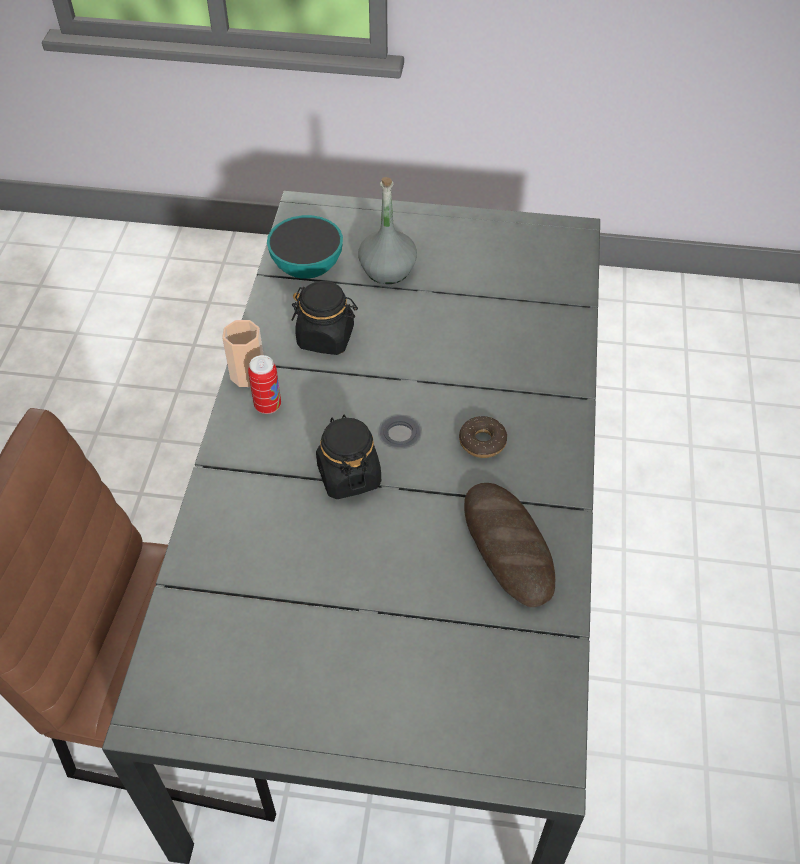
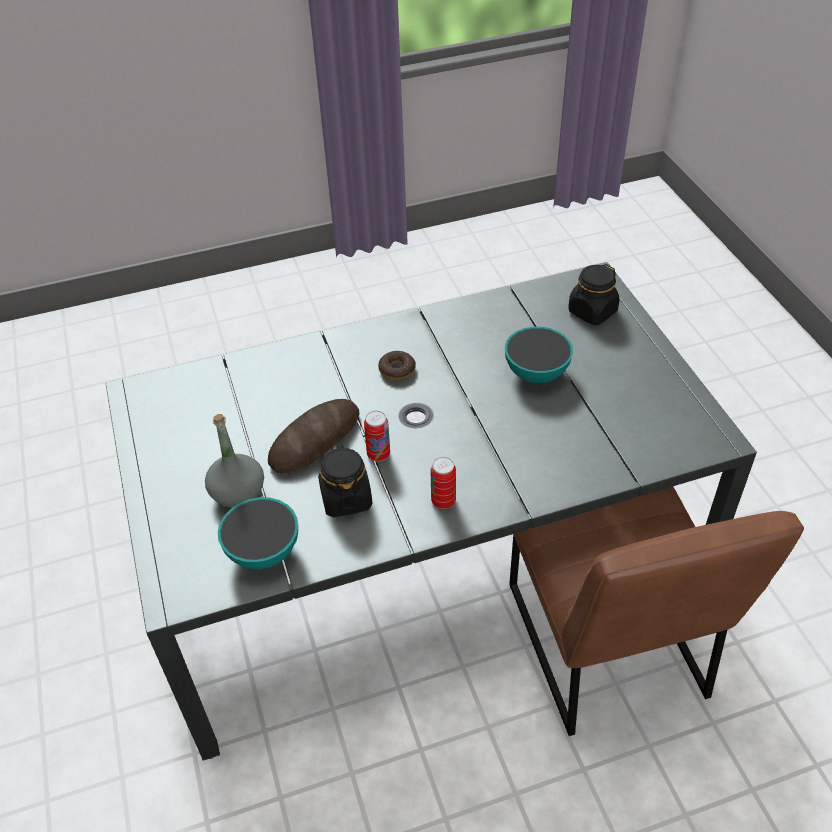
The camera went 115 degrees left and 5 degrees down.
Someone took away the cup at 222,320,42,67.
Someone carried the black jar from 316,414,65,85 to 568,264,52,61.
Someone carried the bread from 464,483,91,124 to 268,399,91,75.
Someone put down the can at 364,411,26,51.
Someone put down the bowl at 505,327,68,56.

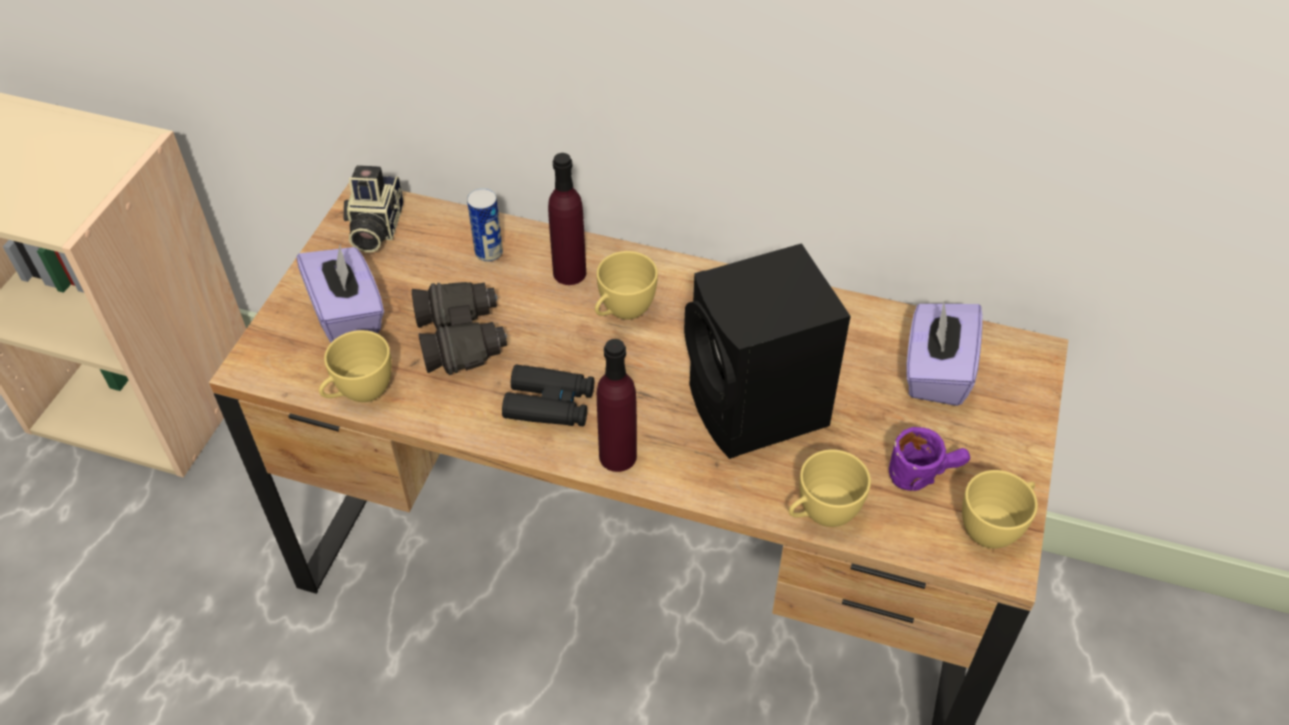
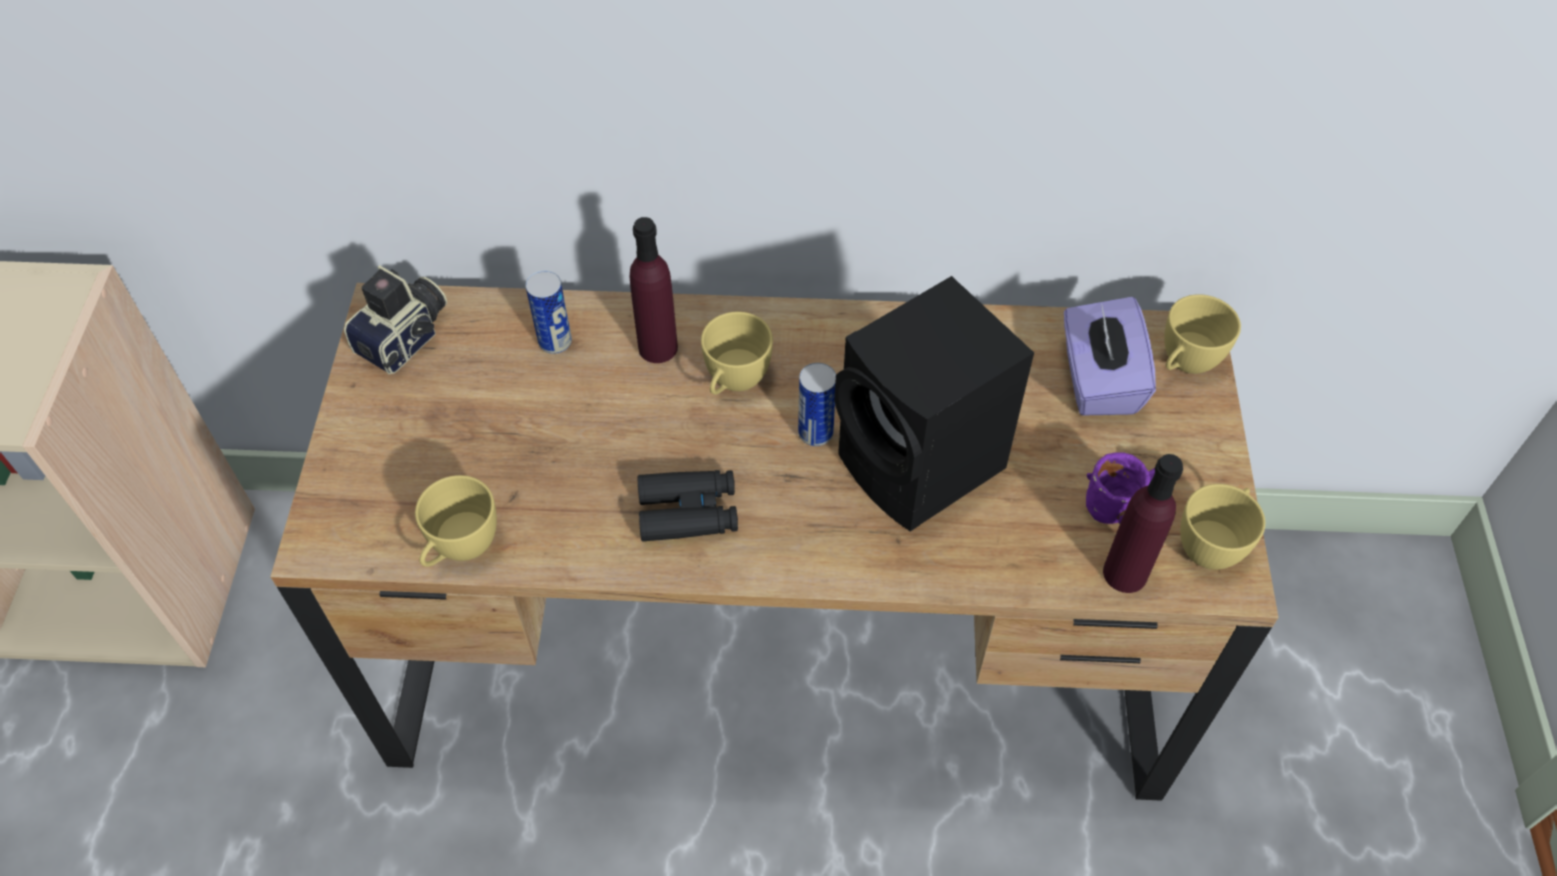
The camera went 15 degrees left and 5 degrees up.
Someone took away the purple tissue box at 297,245,87,97.
Someone rotated the photo camera at 343,165,60,88 by 135 degrees counterclockwise.
Someone took away the black binoculars at 412,282,95,93.
Someone carried the purple bottle from 597,339,40,133 to 1103,454,80,139.
Someone carried the yellow cup from 789,449,82,78 to 1164,294,77,80.
Someone put down the can at 798,363,38,83.

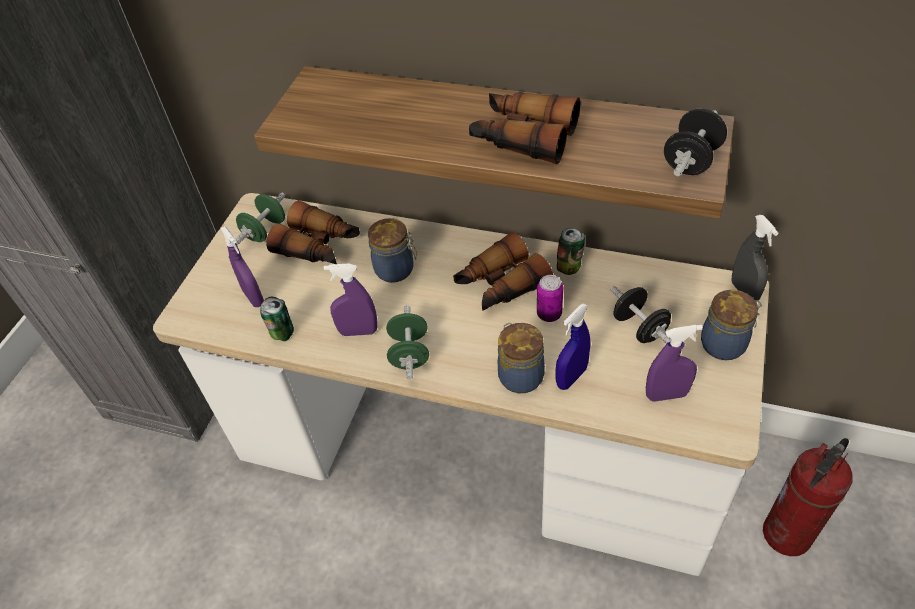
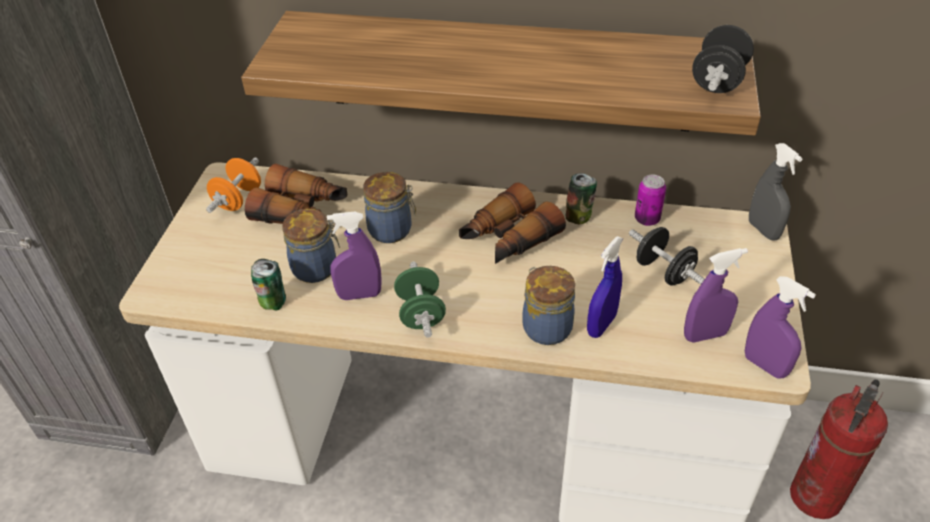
The camera went 10 degrees left and 5 degrees down.
Someone carried the purple spray bottle from 220,226,44,81 to 745,276,71,102.
Someone repainted the green dumbbell at 235,193,50,52, which became the orange dumbbell at 206,157,55,56.
Someone took away the binoculars at 469,92,111,72.
Someone carried the can from 537,275,26,47 to 635,174,31,52.
Someone carried the jar from 701,290,61,70 to 282,209,58,74.

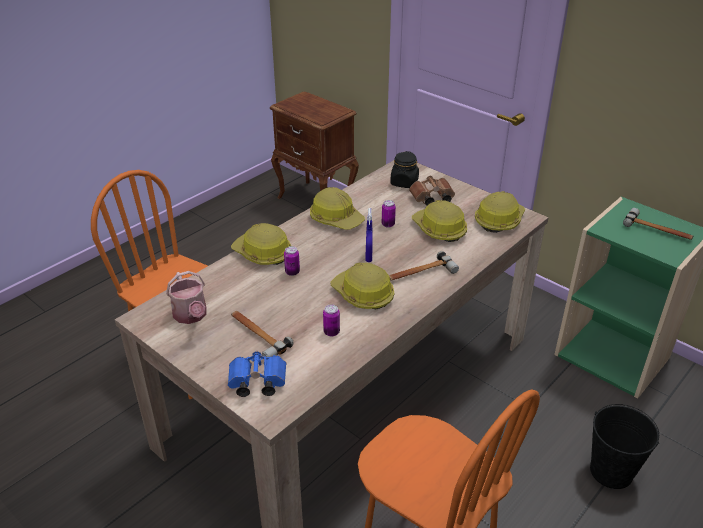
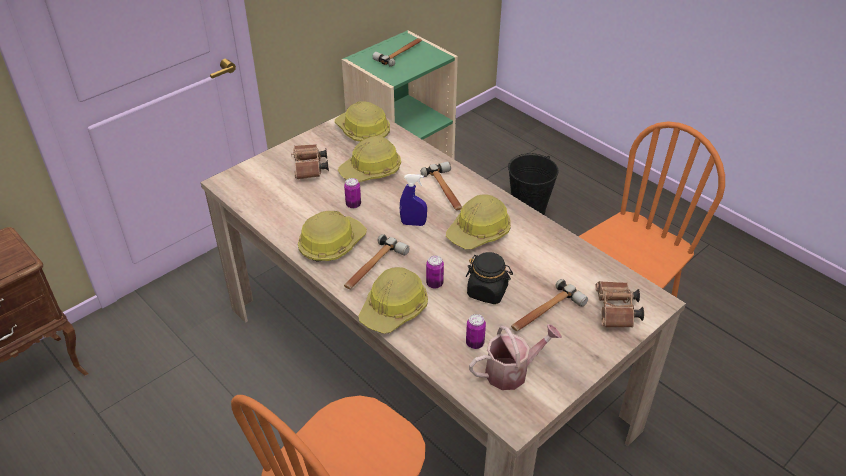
The camera went 85 degrees left and 5 degrees up.
Someone repainted the blue binoculars at 228,351,58,46, which became the brown binoculars at 595,281,49,47.
Someone carried the can from 323,304,17,33 to 466,314,20,35.
Someone carried the black jar from 390,151,29,37 to 466,252,47,52.
Someone put down the hammer at 344,234,66,55.

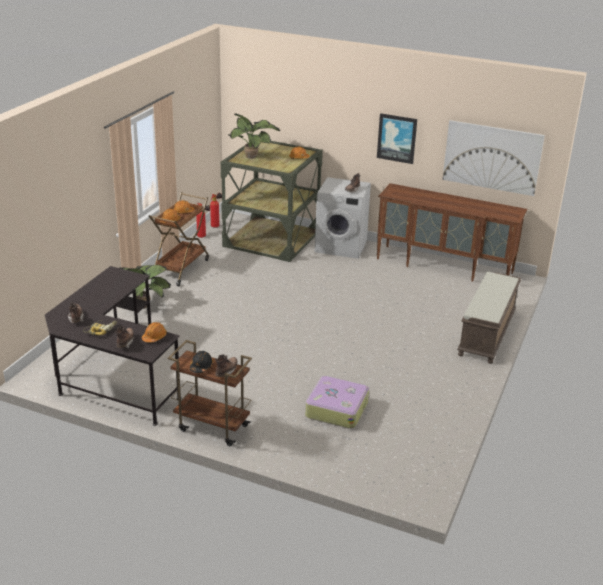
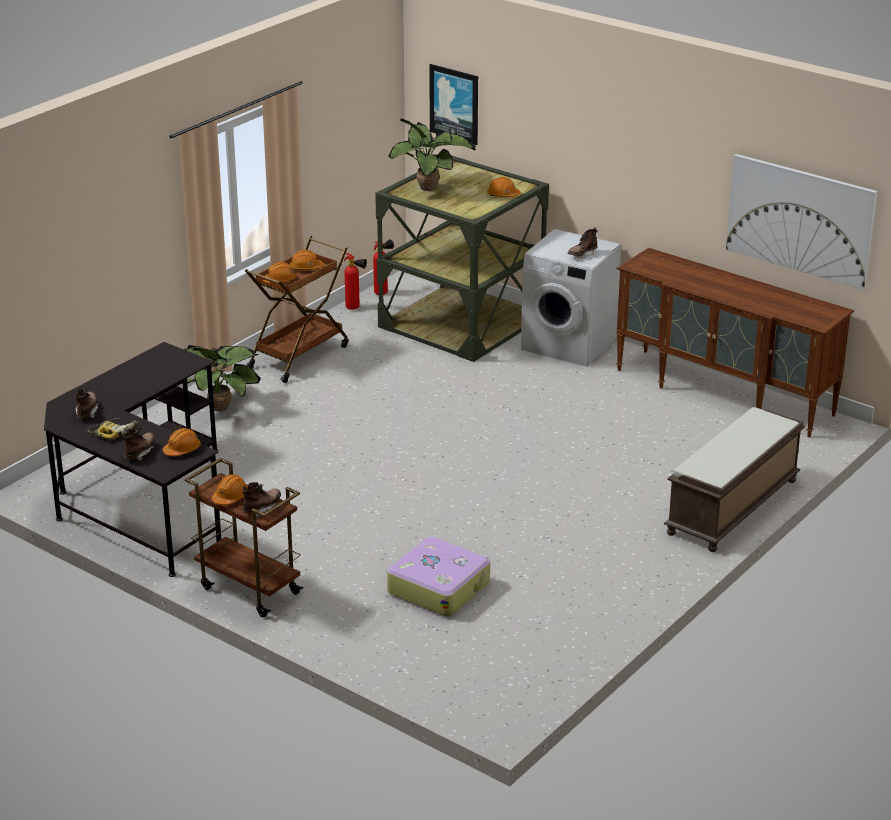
The camera went 15 degrees right and 0 degrees up.
Someone repainted the black hard hat at 190,351,23,22, which became the orange hard hat at 212,474,36,31.
Someone carried the picture from 377,113,40,51 to 429,64,49,81.

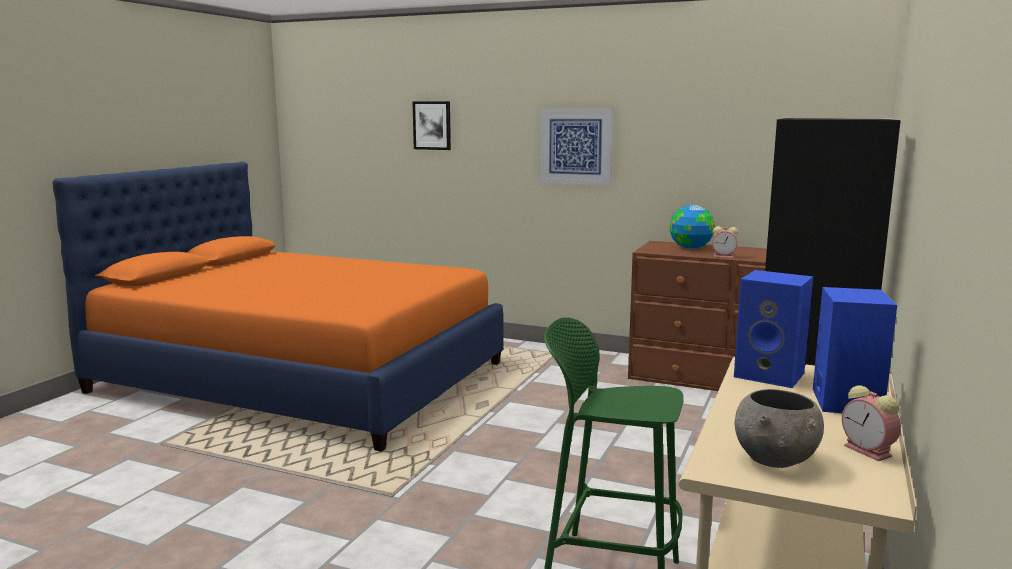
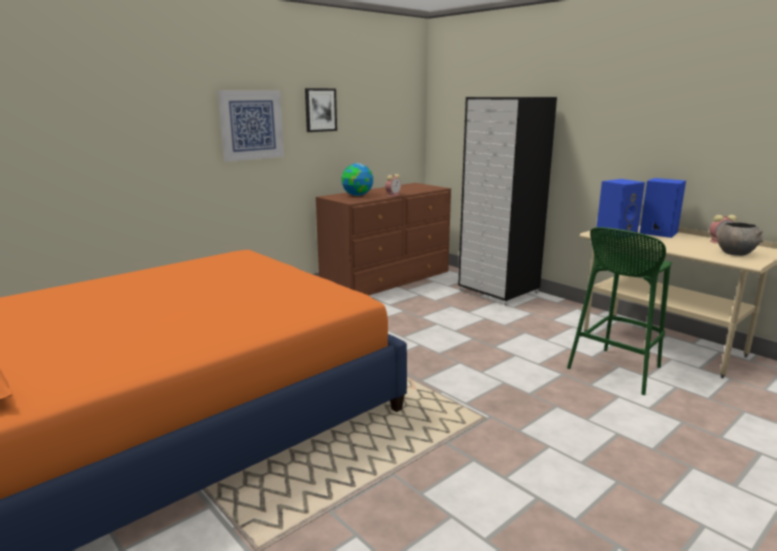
The camera went 65 degrees left and 5 degrees up.
Someone carried the picture from 412,101,39,49 to 305,88,32,44.

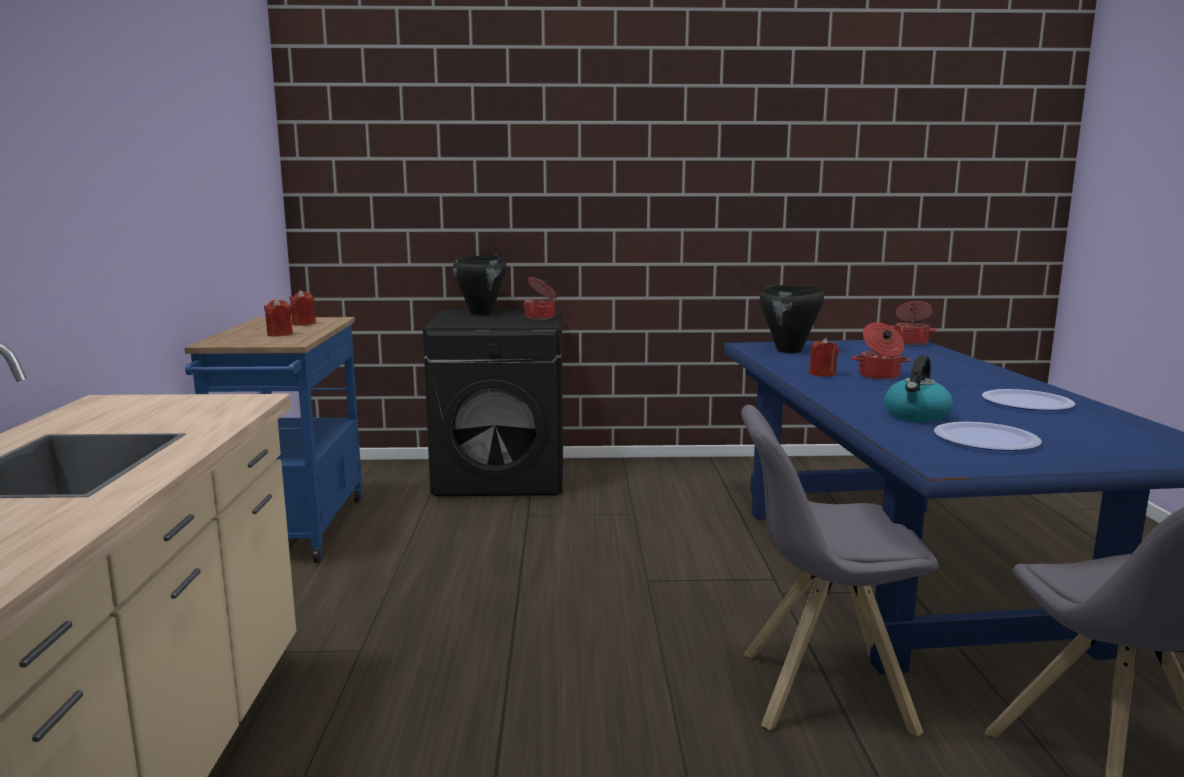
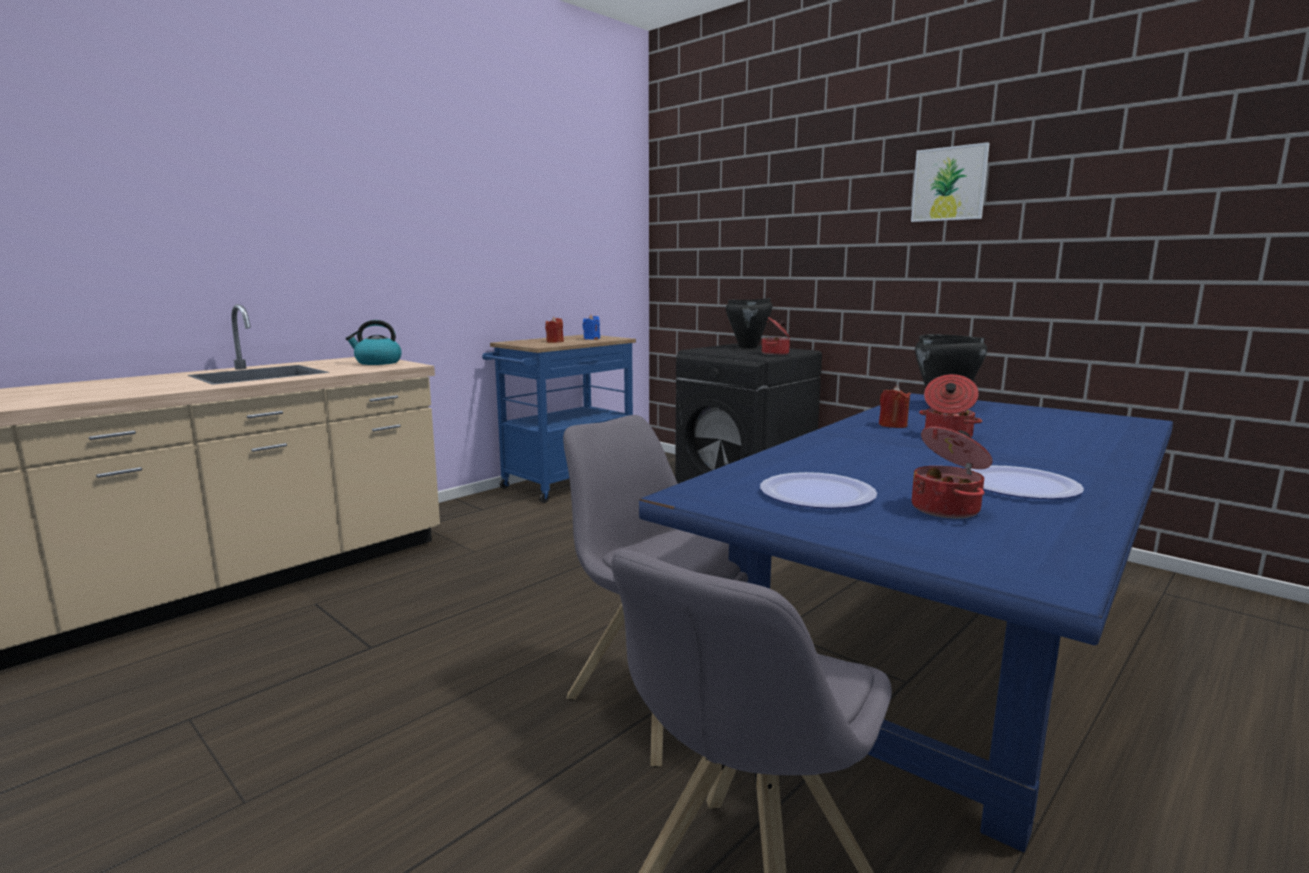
The camera went 45 degrees right and 0 degrees up.
Someone repainted the red candle at 289,290,27,36, which became the blue candle at 582,315,18,24.
Someone carried the kettle from 884,355,69,67 to 346,320,56,45.
Someone carried the cooking pot from 890,301,47,44 to 912,426,81,93.
Someone put up the picture at 911,142,79,80.

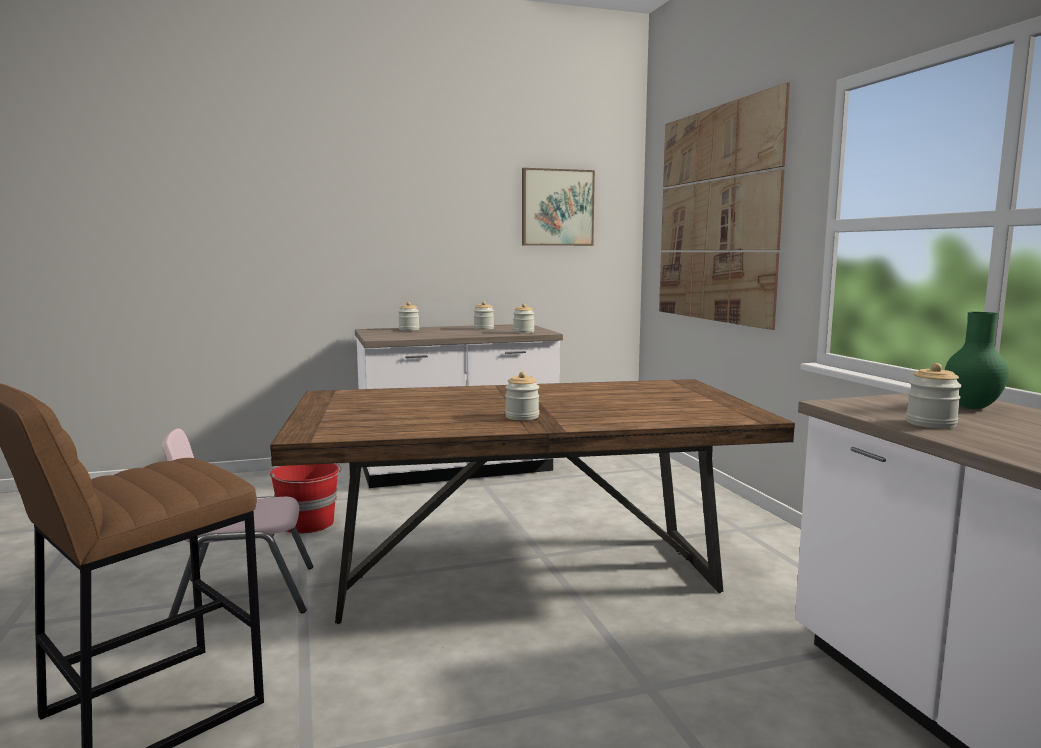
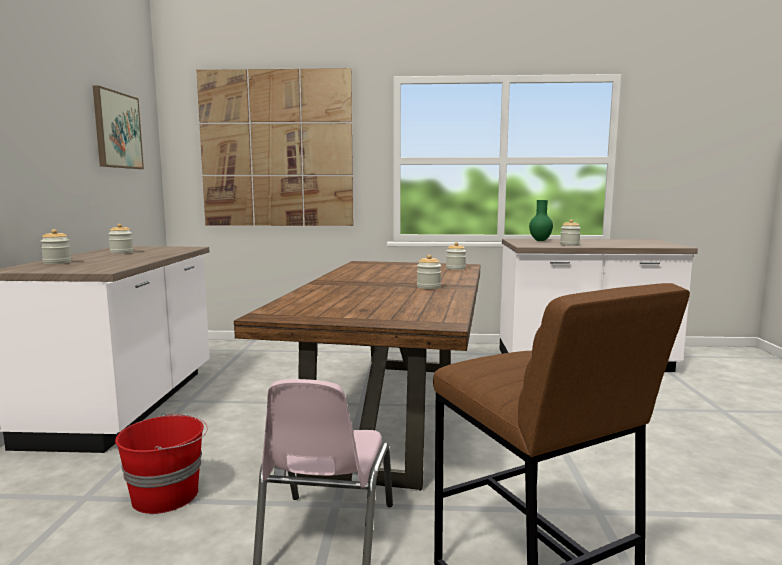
The camera went 70 degrees left and 0 degrees up.
Someone carried the jar from 513,303,21,30 to 446,242,20,28.

